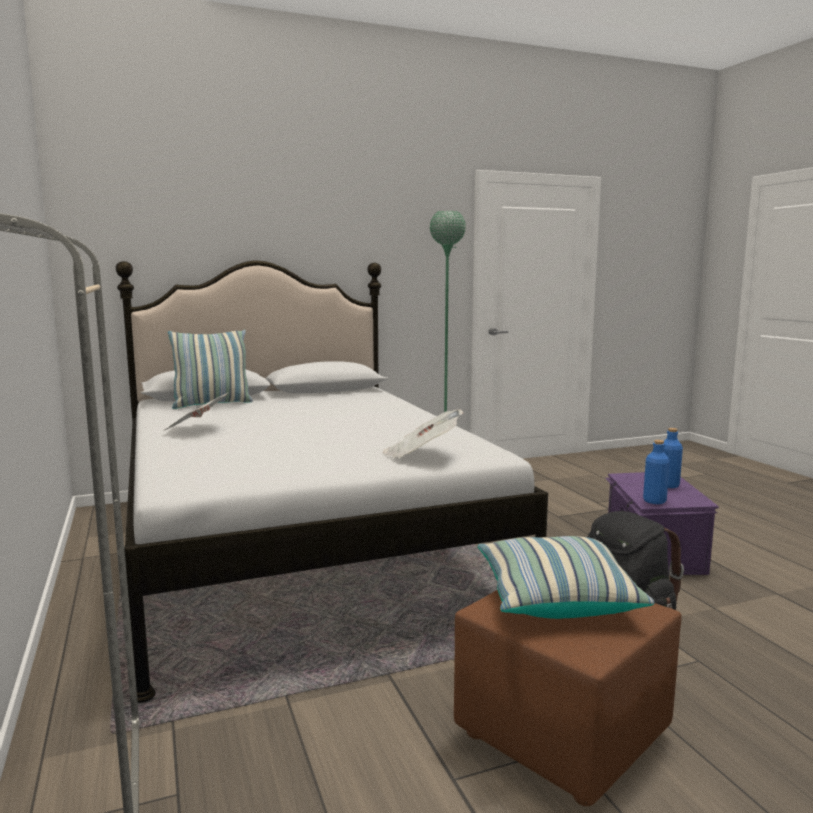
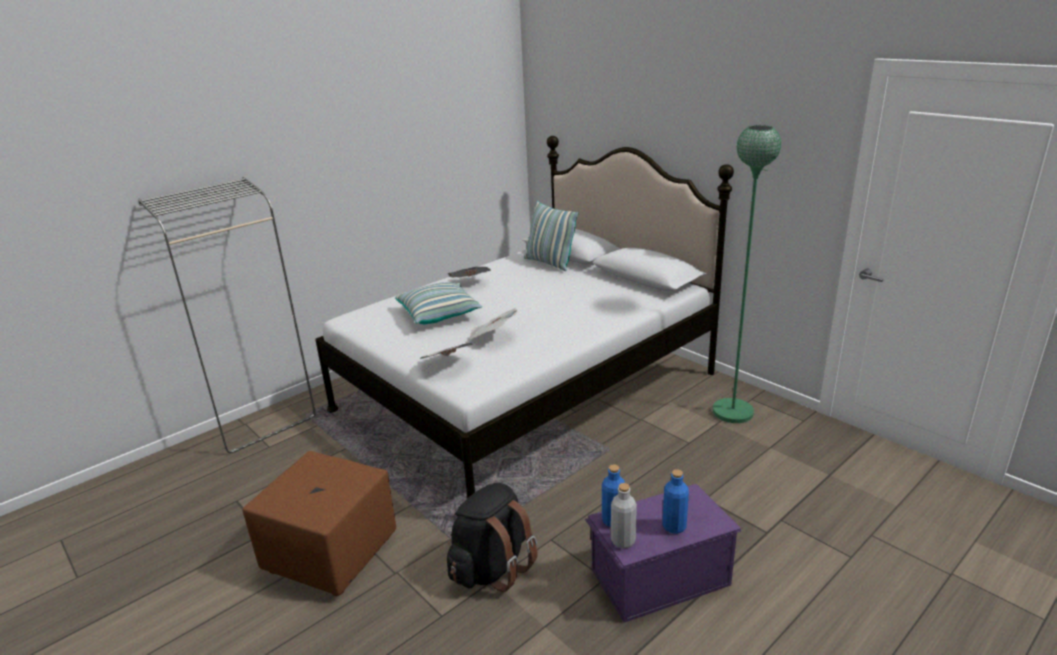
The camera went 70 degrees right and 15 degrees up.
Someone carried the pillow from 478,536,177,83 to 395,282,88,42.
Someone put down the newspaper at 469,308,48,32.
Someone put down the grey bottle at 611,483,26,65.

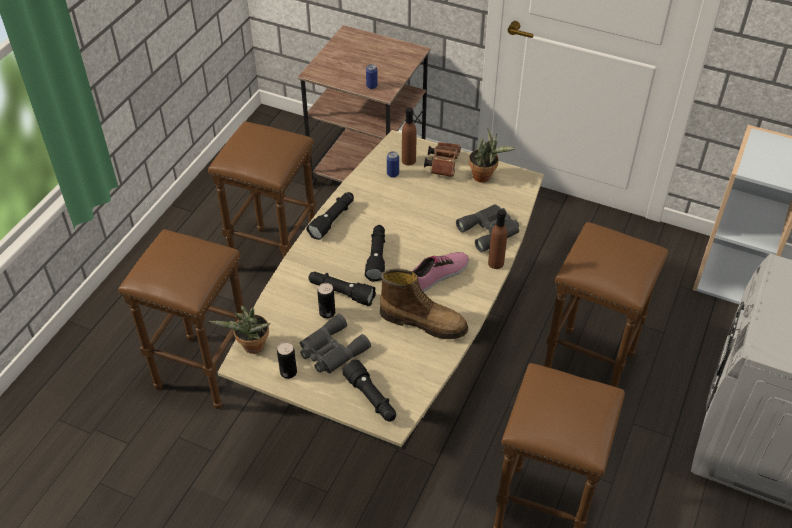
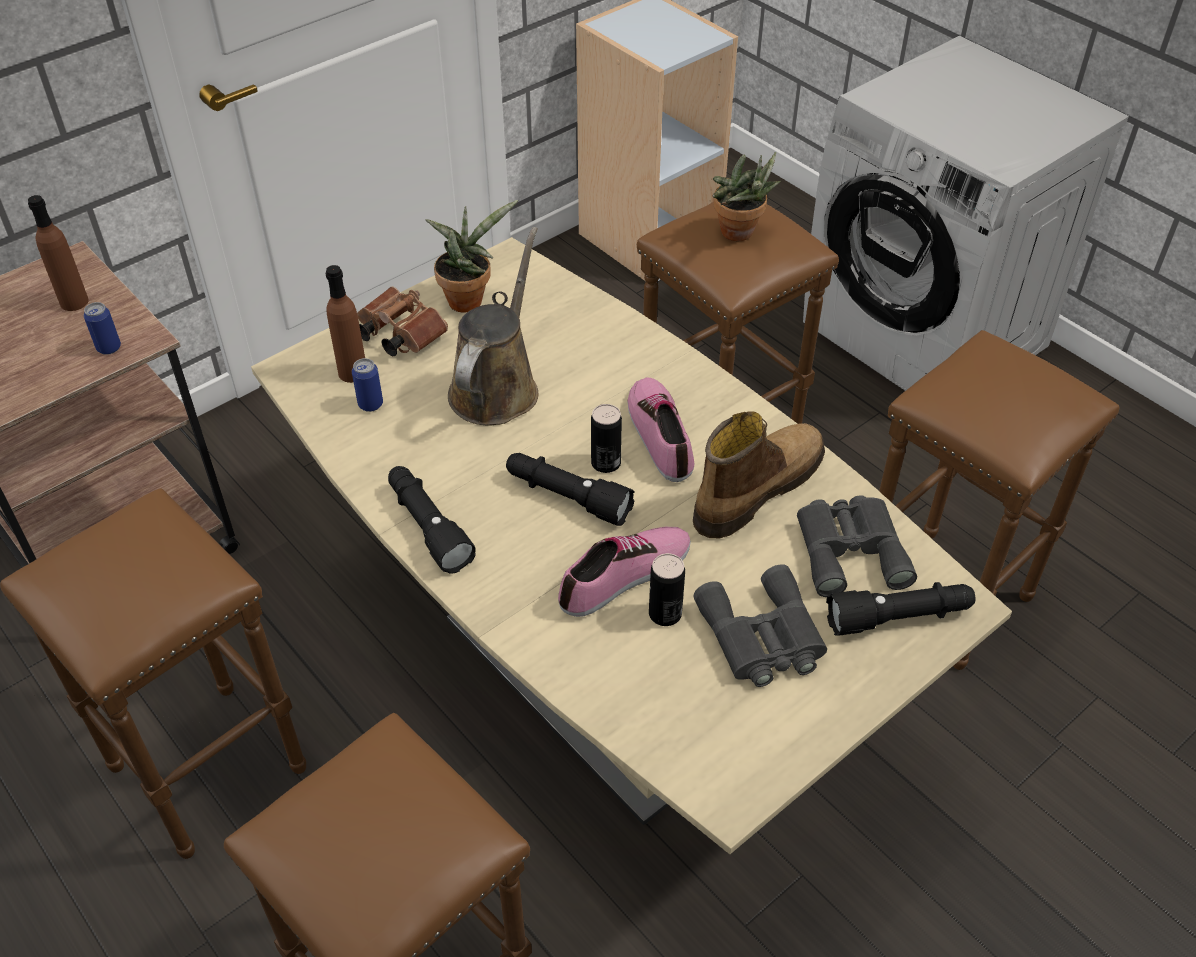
The camera went 65 degrees left and 0 degrees up.
Someone carried the potted plant from 209,306,62,48 to 712,152,69,89.
Someone carried the can from 277,342,20,37 to 591,404,31,69.
Someone swapped the black flashlight at 308,272,68,34 for the shoe at 558,527,133,90.
Someone carried the grey binoculars from 456,204,63,48 to 797,495,120,102.
Someone carried the brown bottle from 488,209,19,60 to 28,195,61,116.
Someone put down the brown watering can at 448,227,90,198.

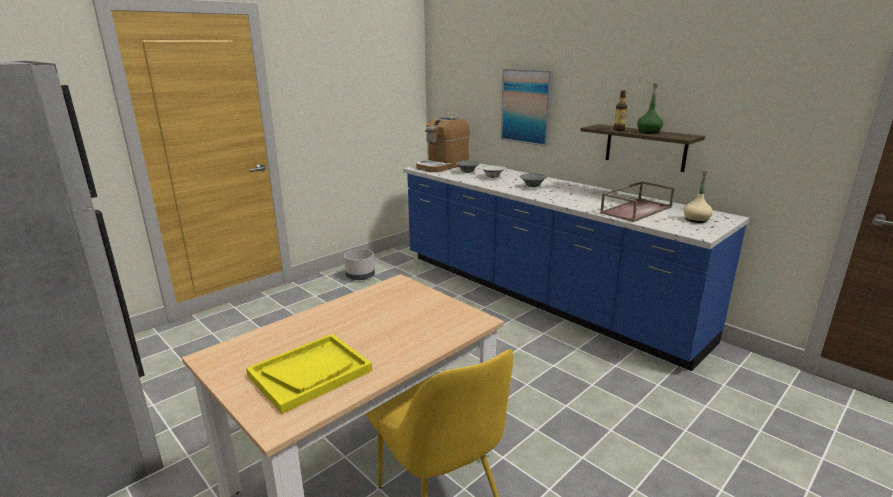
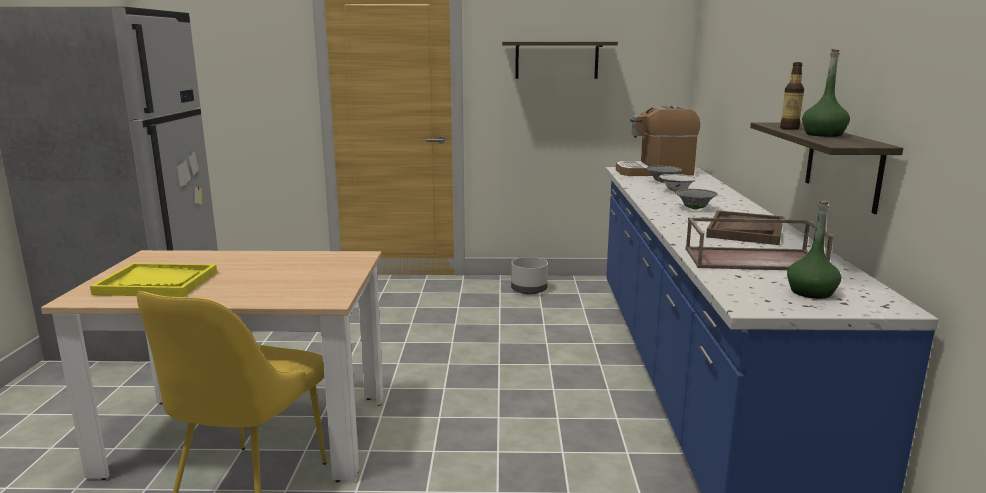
The camera went 45 degrees right and 5 degrees down.
Someone took away the picture at 501,69,52,77.
Someone repainted the beige bottle at 683,170,30,53, which became the green bottle at 787,201,54,98.
Someone put up the shelf at 502,42,116,37.
Someone put down the brown tray at 706,210,78,35.

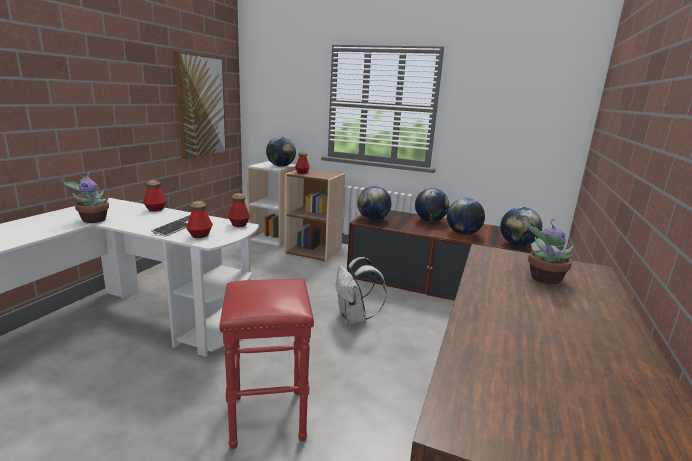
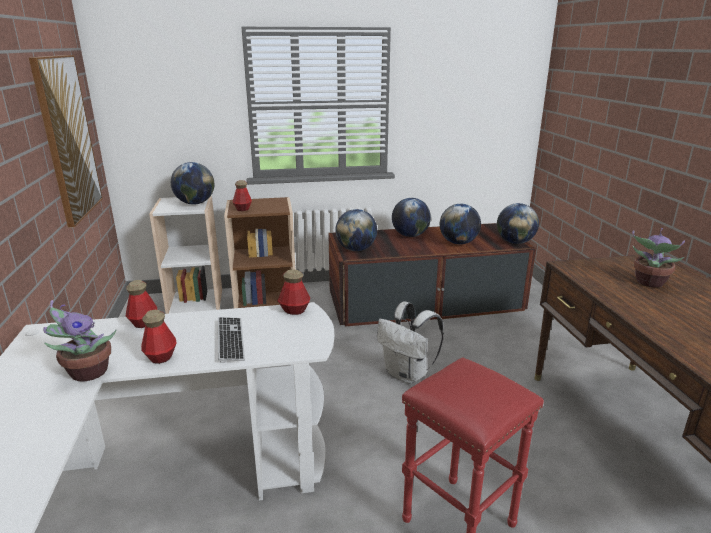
The camera went 30 degrees left and 5 degrees up.
Someone carried the bottle from 186,201,27,37 to 141,310,36,54.

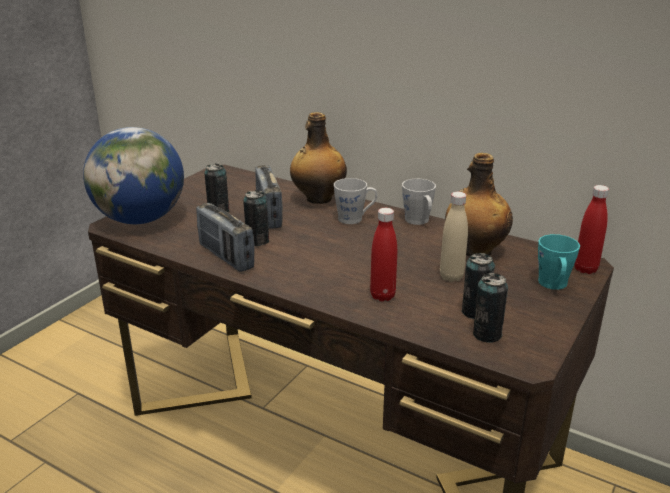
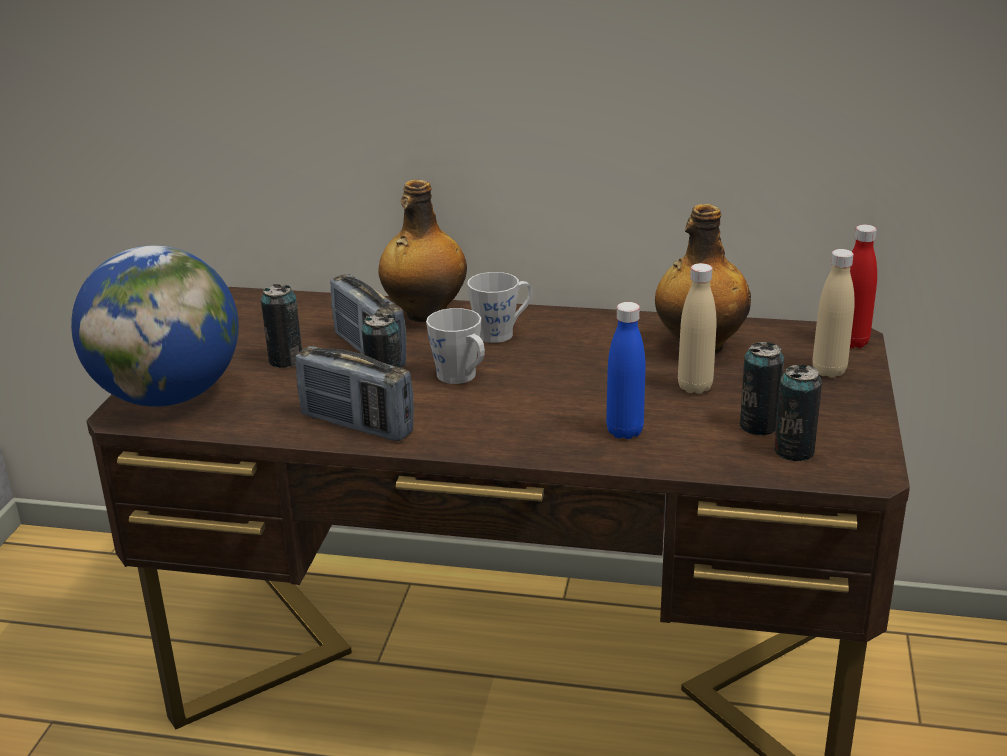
The camera went 20 degrees left and 0 degrees up.
Someone repainted the red bottle at 370,208,27,93, which became the blue bottle at 606,302,40,137.
Someone carried the grey mug from 402,179,34,46 to 426,308,59,76.
Someone swapped the turquoise mug at 538,234,42,56 for the beige bottle at 812,249,43,129.

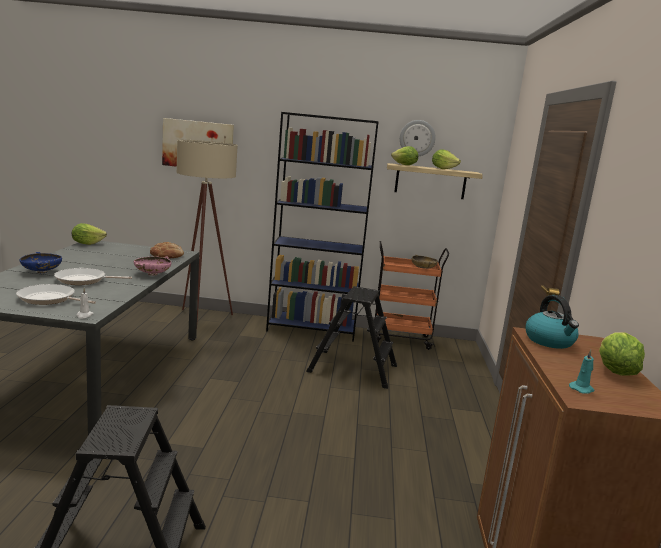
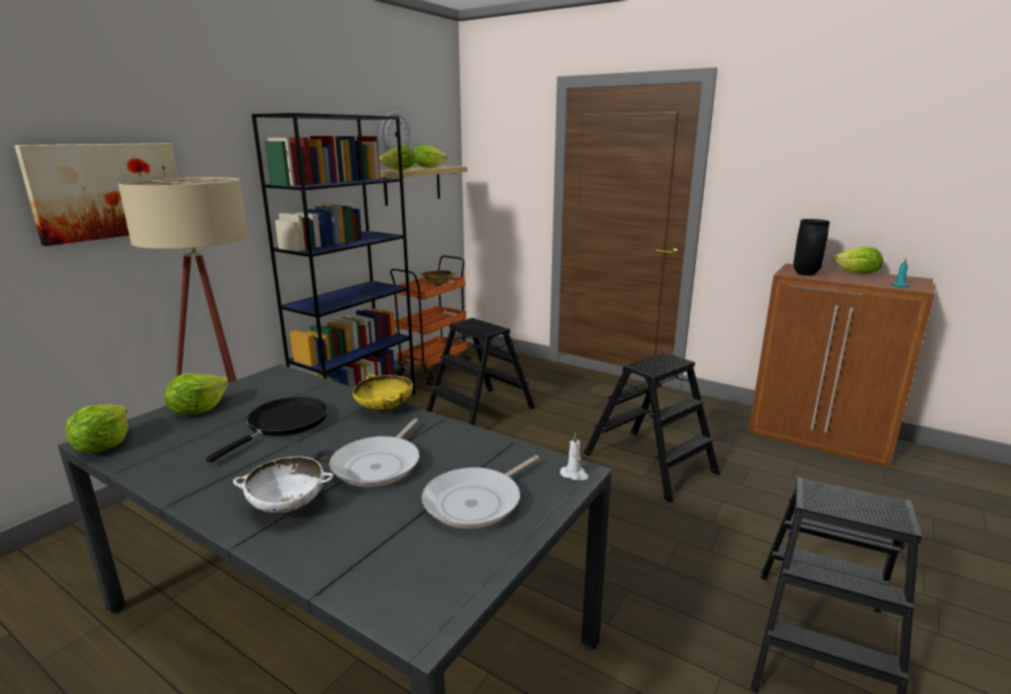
The camera went 60 degrees left and 5 degrees up.
Someone repainted the blue bowl at 19,252,43,21, which became the white bowl at 233,456,101,57.
Someone repainted the pink bowl at 134,257,37,19, which became the yellow bowl at 353,374,60,37.
Someone took away the bread at 150,242,34,16.
Someone swapped the kettle at 525,295,54,54 for the black vase at 793,219,37,56.
Someone put down the lettuce at 165,373,64,42.
Someone put down the black frying pan at 206,397,122,65.
Someone put down the black step ladder at 584,352,136,151.

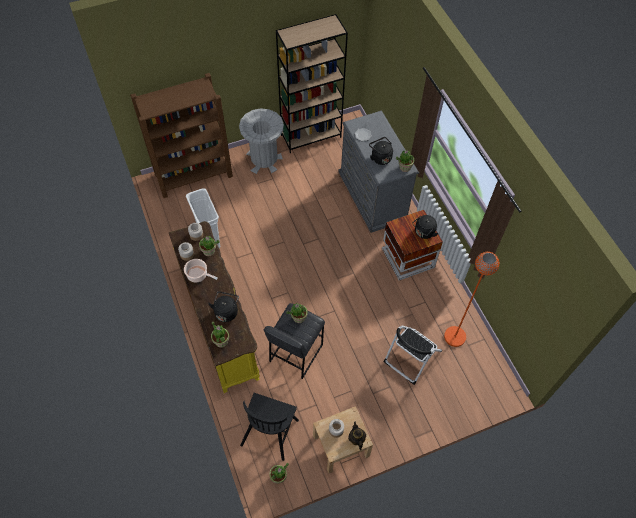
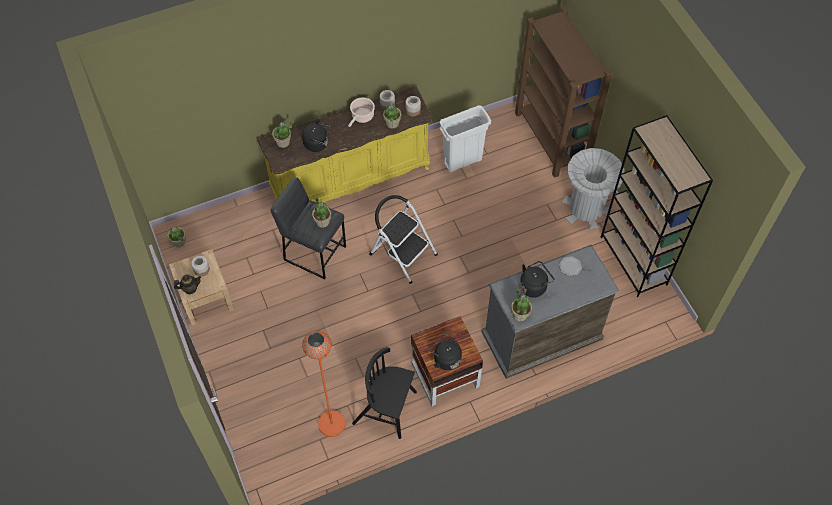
The camera went 90 degrees right and 0 degrees up.
Someone carried the black chair from 240,393,59,68 to 352,347,65,92.
Someone carried the step ladder from 384,326,58,59 to 369,195,69,89.

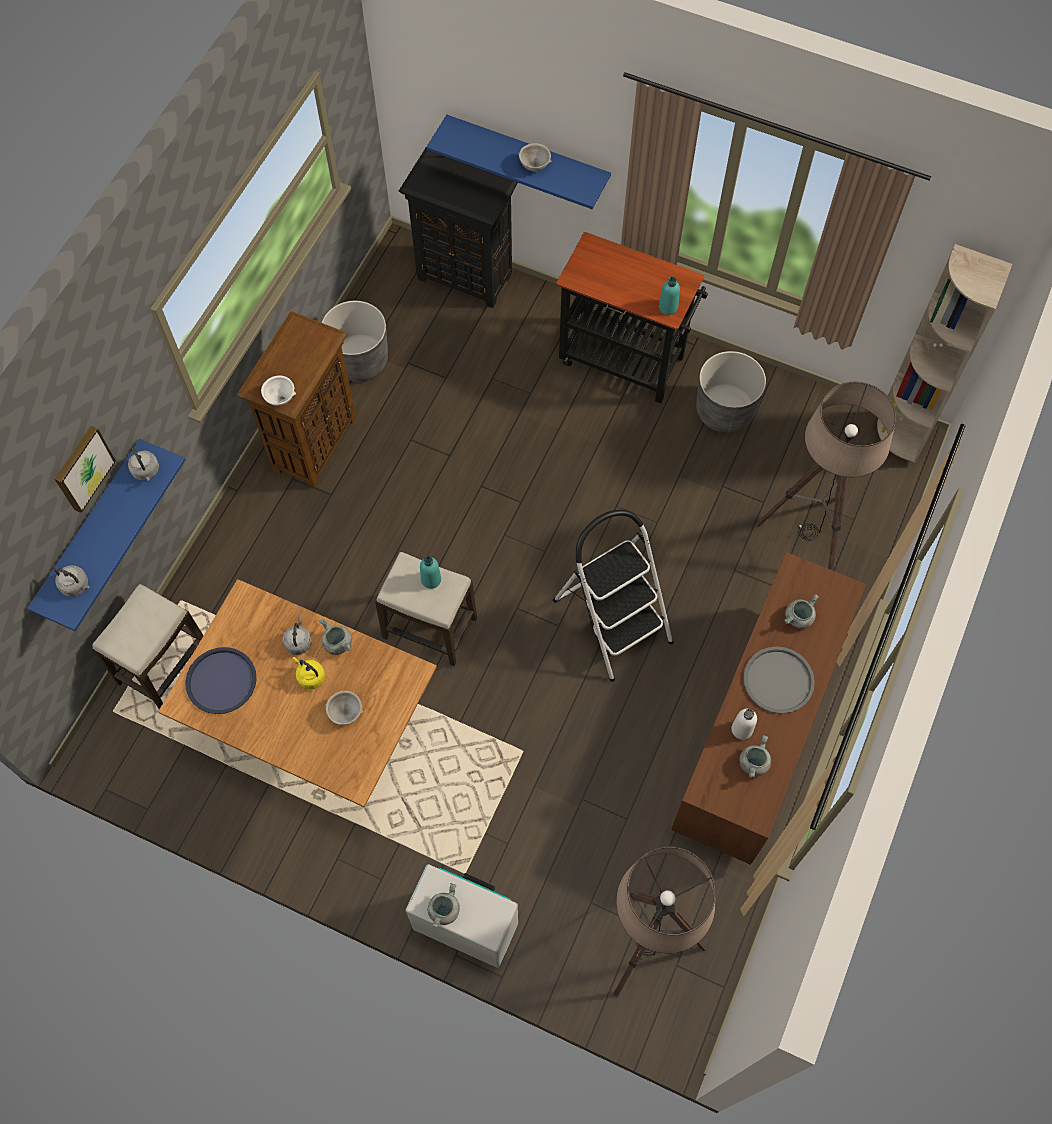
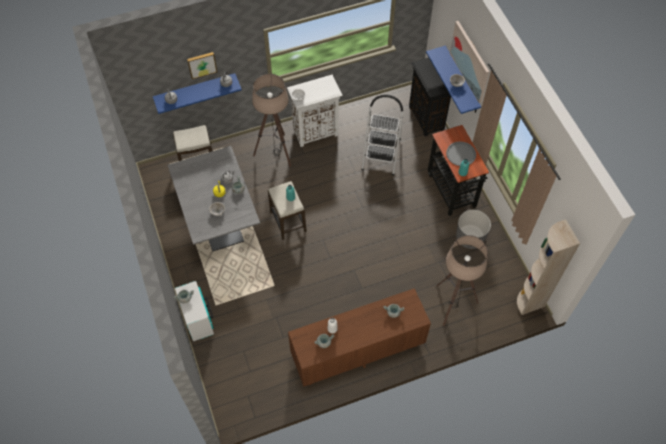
The camera went 45 degrees right and 5 degrees down.
Someone repainted the brown dining table at 158,579,279,228, which became the grey dining table at 168,146,92,106.
Someone took away the blue tray at 185,647,72,67.
Someone repainted the brown cabinet at 237,311,119,177, which became the white cabinet at 287,75,56,72.
Someone took away the grey planter at 322,301,66,80.
Someone carried the step ladder from 553,510,121,172 to 361,95,42,80.
Someone carried the floor lamp from 613,847,103,150 to 252,74,39,93.
Someone carried the grey tray from 743,646,72,68 to 446,141,30,25.
Someone put up the picture at 450,21,40,82.

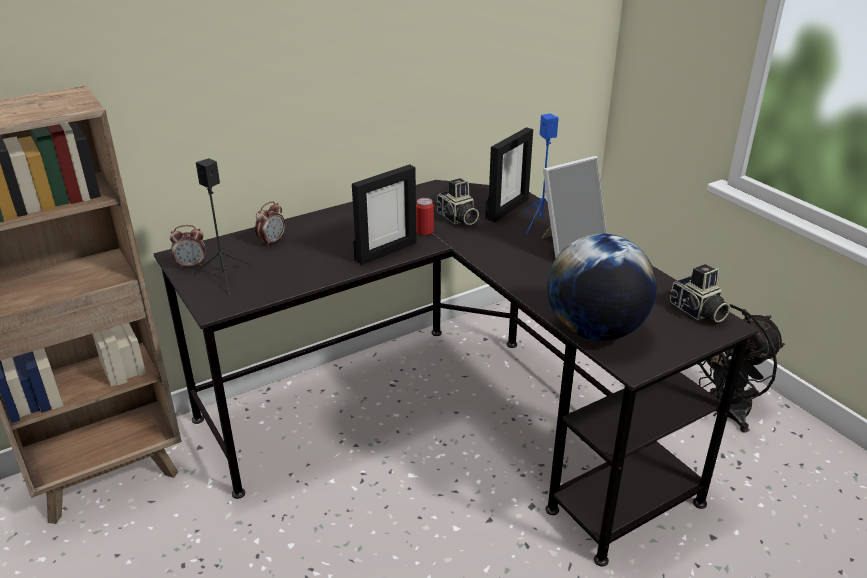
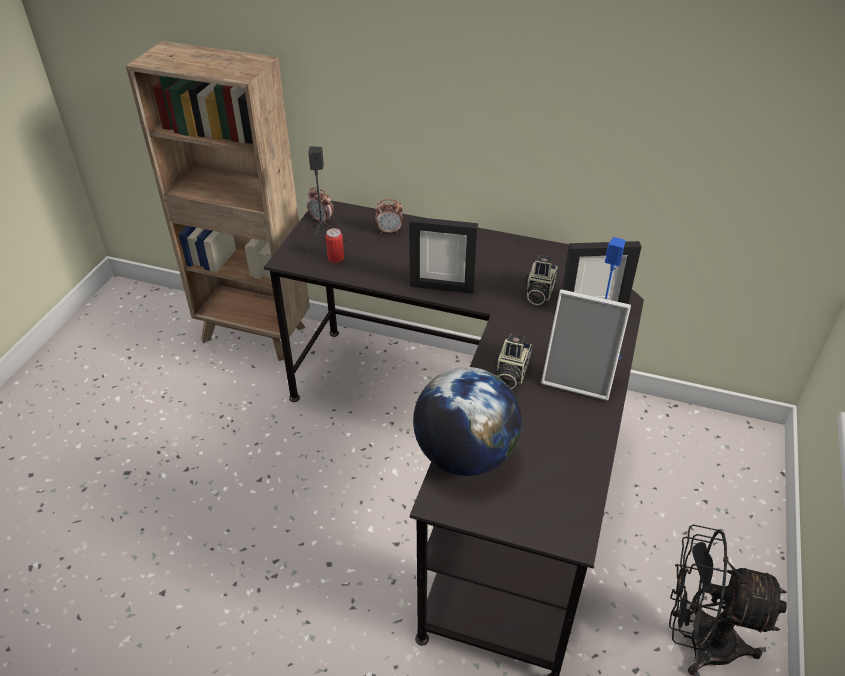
The camera went 50 degrees right and 10 degrees up.
Someone carried the can from 416,198,18,37 to 326,228,18,35.
Someone carried the photo camera from 669,264,61,59 to 494,333,38,56.

